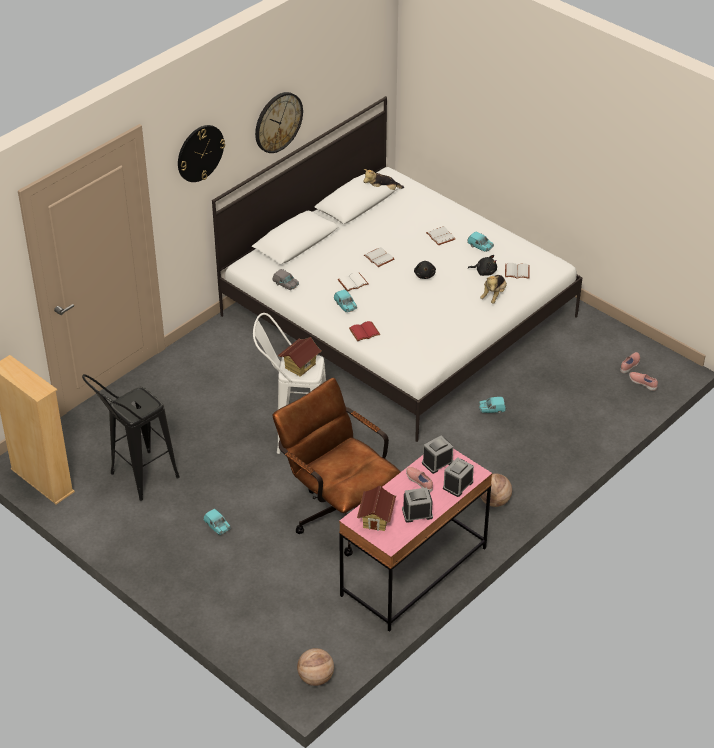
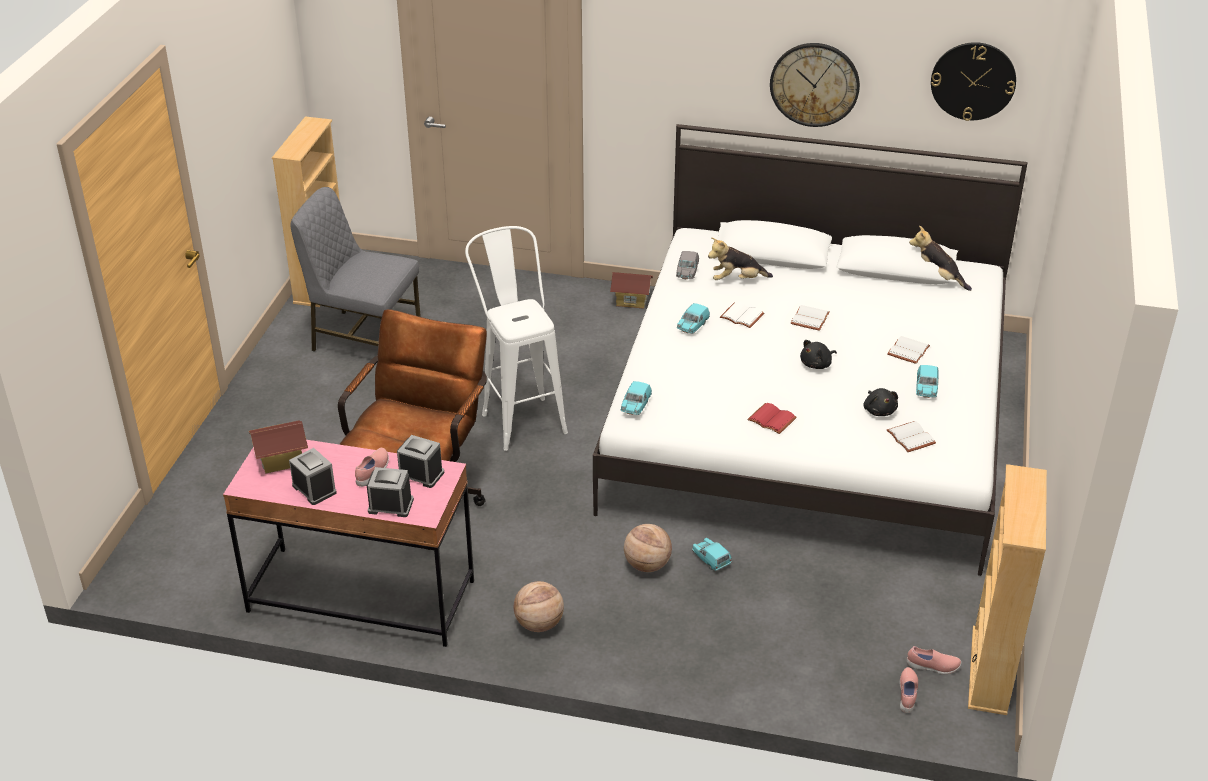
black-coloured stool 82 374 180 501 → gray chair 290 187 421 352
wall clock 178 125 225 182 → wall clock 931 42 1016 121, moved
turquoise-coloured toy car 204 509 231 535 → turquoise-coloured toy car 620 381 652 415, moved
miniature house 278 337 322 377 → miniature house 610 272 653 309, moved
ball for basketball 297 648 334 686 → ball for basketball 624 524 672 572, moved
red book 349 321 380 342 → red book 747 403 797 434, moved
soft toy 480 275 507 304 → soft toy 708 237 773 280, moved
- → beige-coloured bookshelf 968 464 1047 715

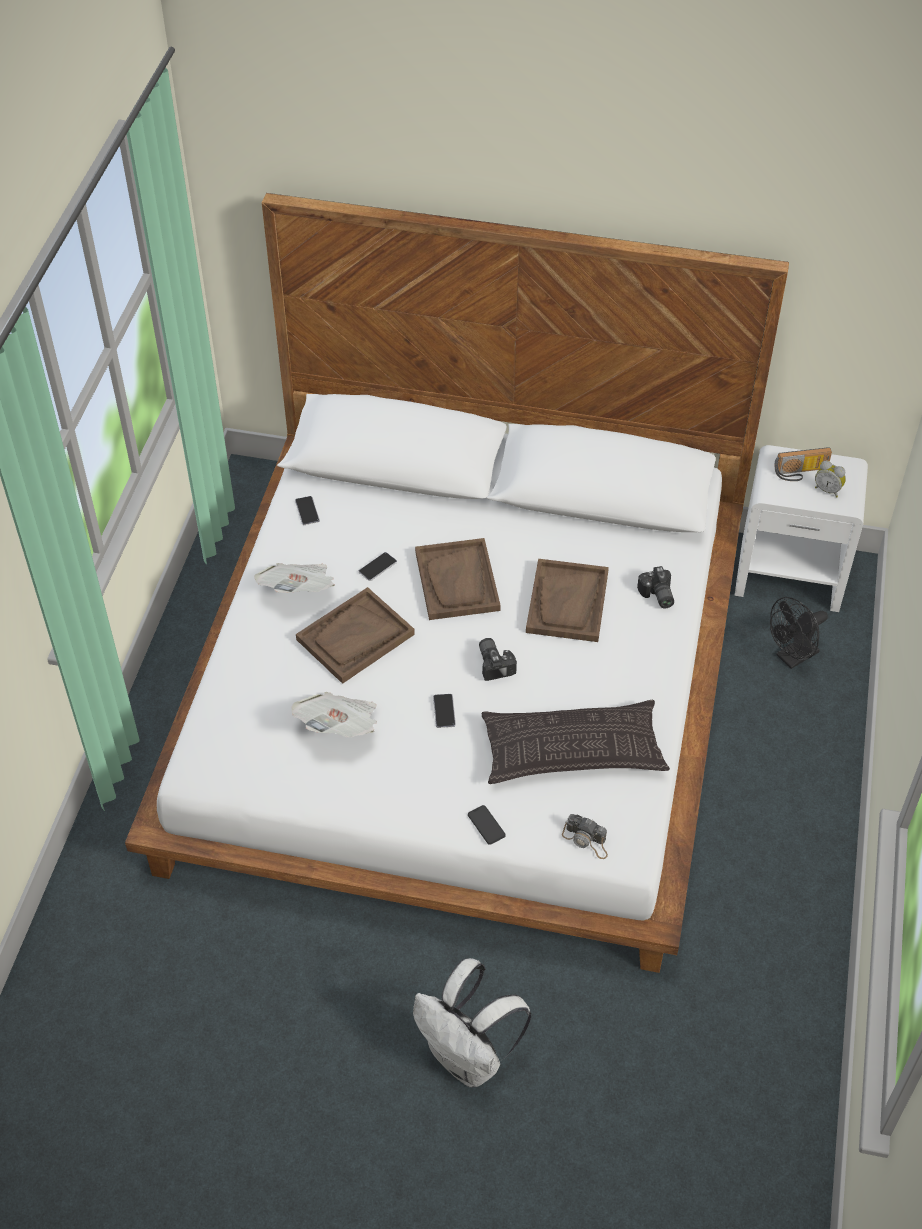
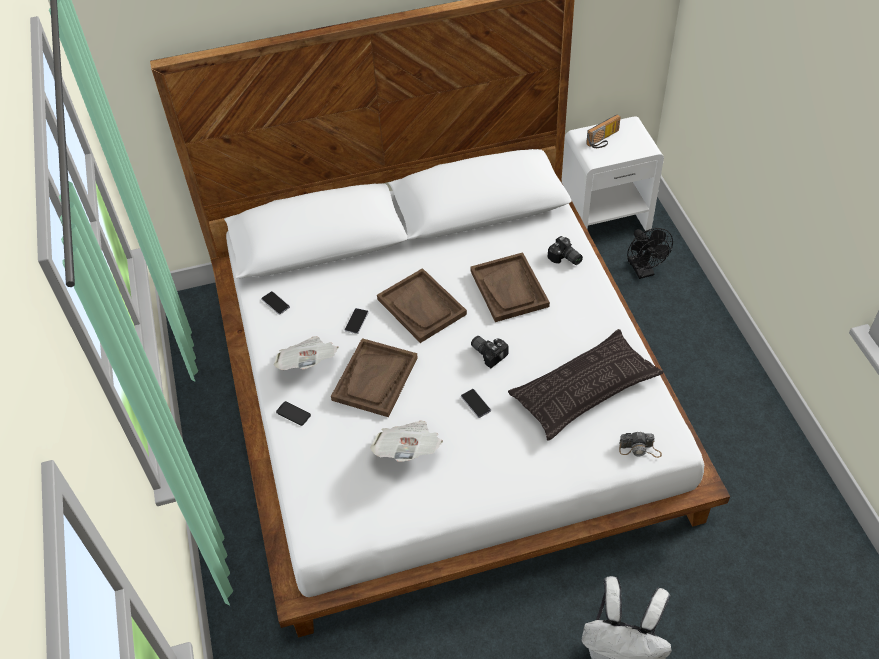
phone 468 805 506 845 → phone 276 401 311 426, moved
black-coloured cooling fan 770 597 828 669 → black-coloured cooling fan 627 228 673 279, 45 degrees counterclockwise
table clock 815 460 846 498 → -

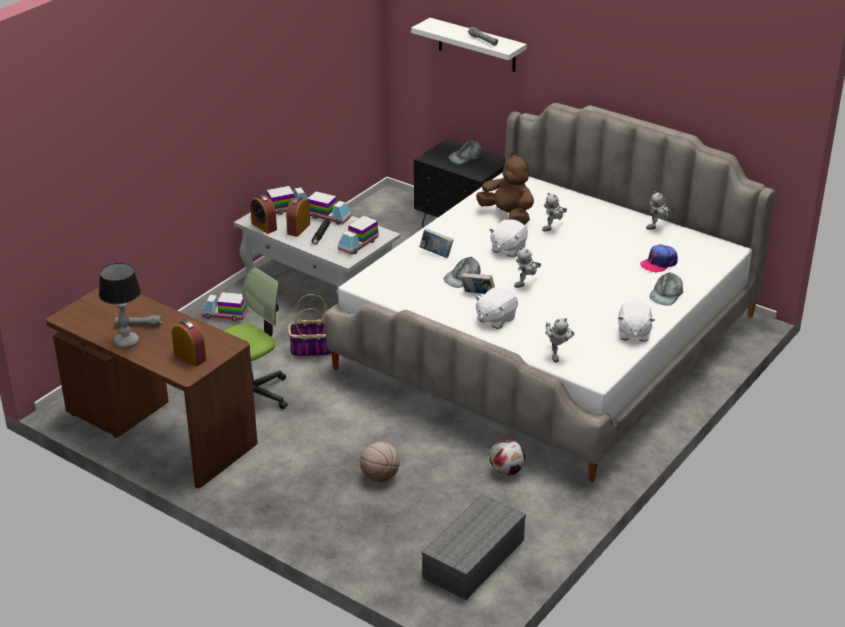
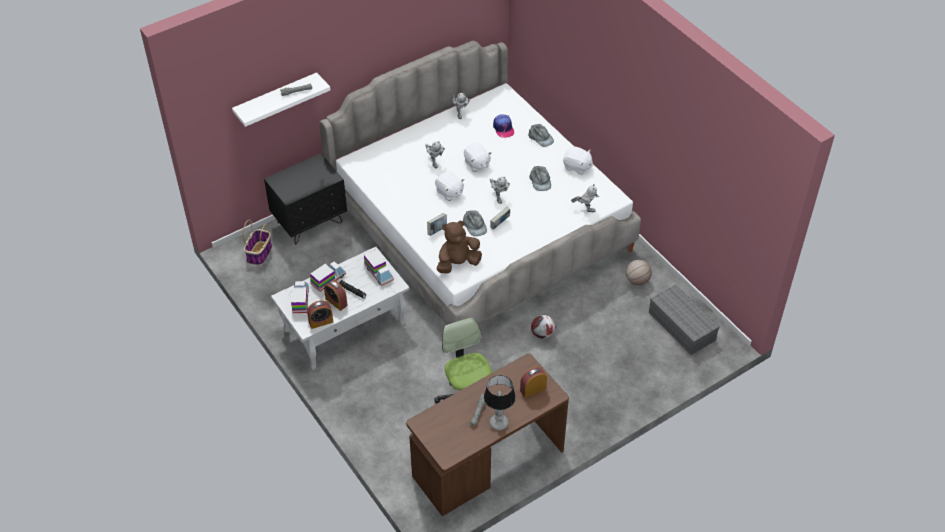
toy truck 202 292 248 321 → -
household basket 288 294 331 357 → household basket 243 219 272 265, moved
ball for basketball 360 442 400 482 → ball for basketball 626 260 652 285, moved
gray peaked cap 448 140 482 164 → gray peaked cap 529 166 551 191, moved
white soft toy 475 288 518 329 → white soft toy 464 143 492 172, moved
brownish soft toy 476 152 534 225 → brownish soft toy 437 220 482 274, moved
ball for football 489 439 525 476 → ball for football 531 315 555 339, moved

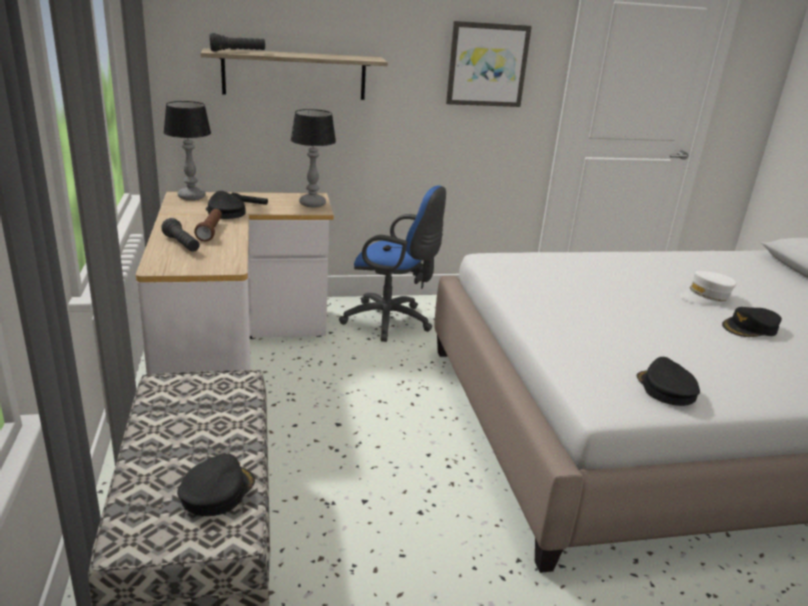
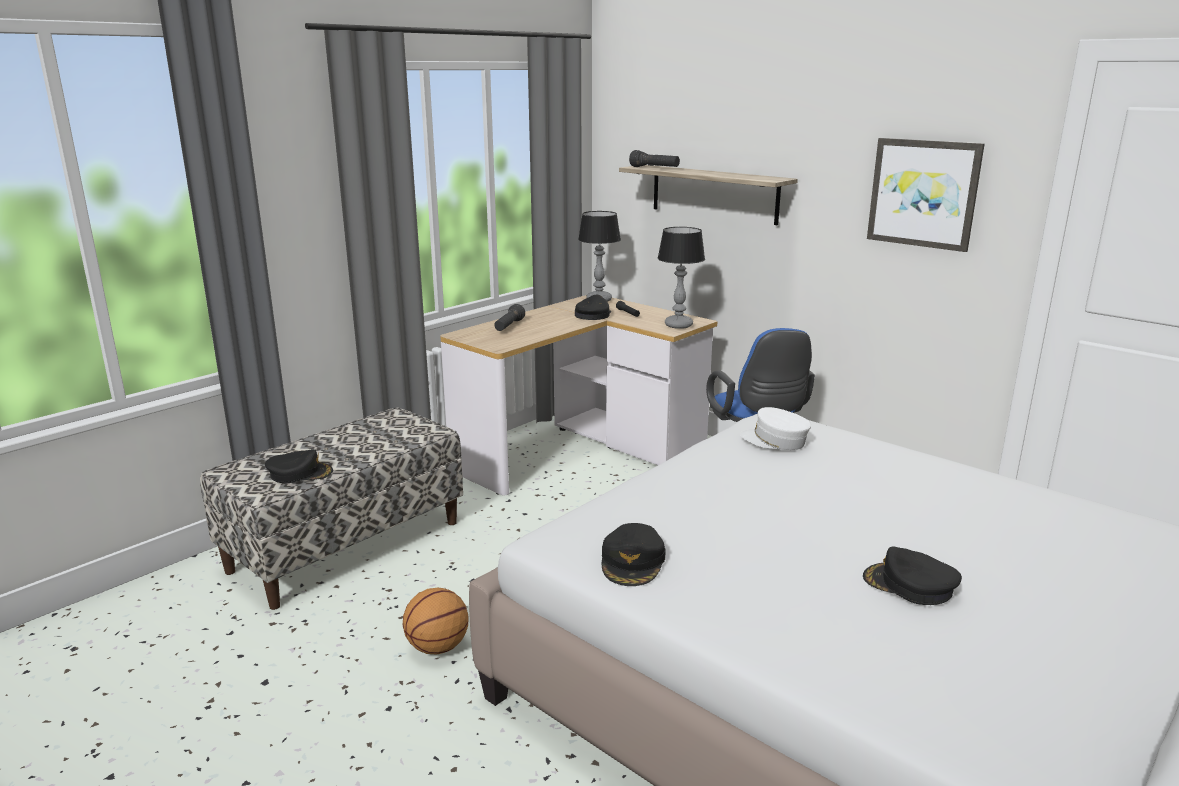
brownish torch 194 209 222 241 → -
black-coloured peaked cap 637 357 700 406 → black-coloured peaked cap 602 523 665 586, 150 degrees clockwise
white peaked cap 680 271 736 305 → white peaked cap 740 407 811 450, moved
- → ball for basketball 403 588 469 655

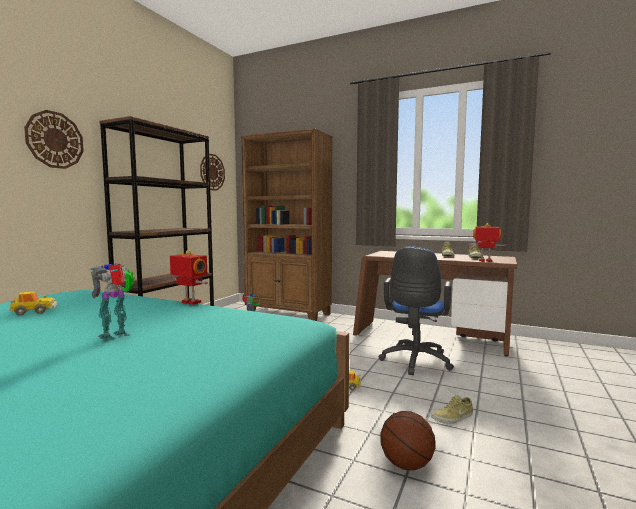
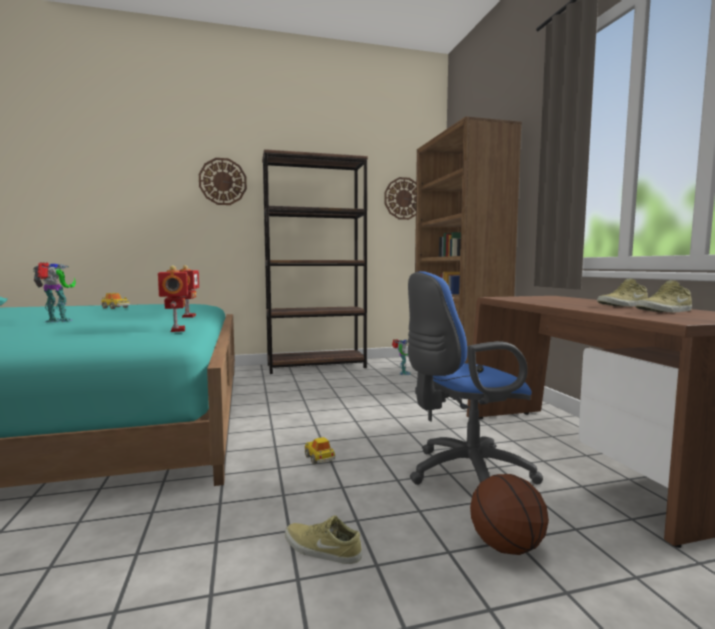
ball for basketball 381 411 435 470 → ball for basketball 470 474 549 555, moved
toy robot 467 223 507 262 → toy robot 158 265 189 332, moved

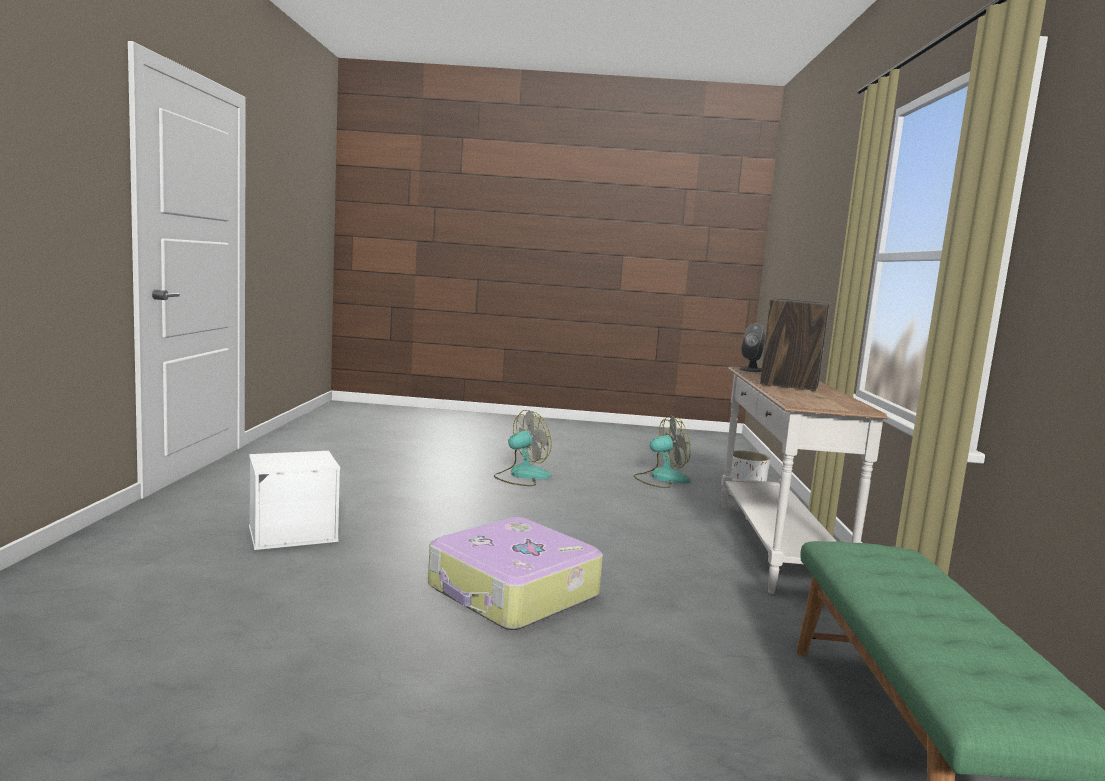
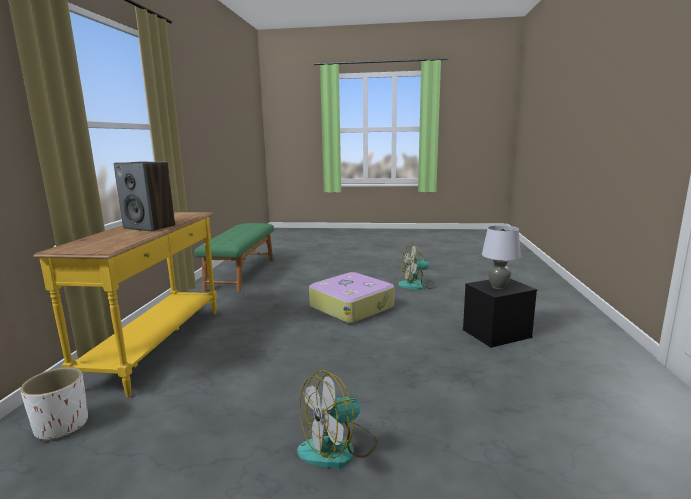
white storage container 249 451 340 550 → black-coloured storage container 463 279 537 348
cooling fan 633 415 691 488 → cooling fan 398 244 438 290, moved
white hall table 721 366 887 594 → yellow hall table 33 212 217 398
gray audio speaker 739 324 765 372 → -
- → gray lamp for a table 482 225 521 290

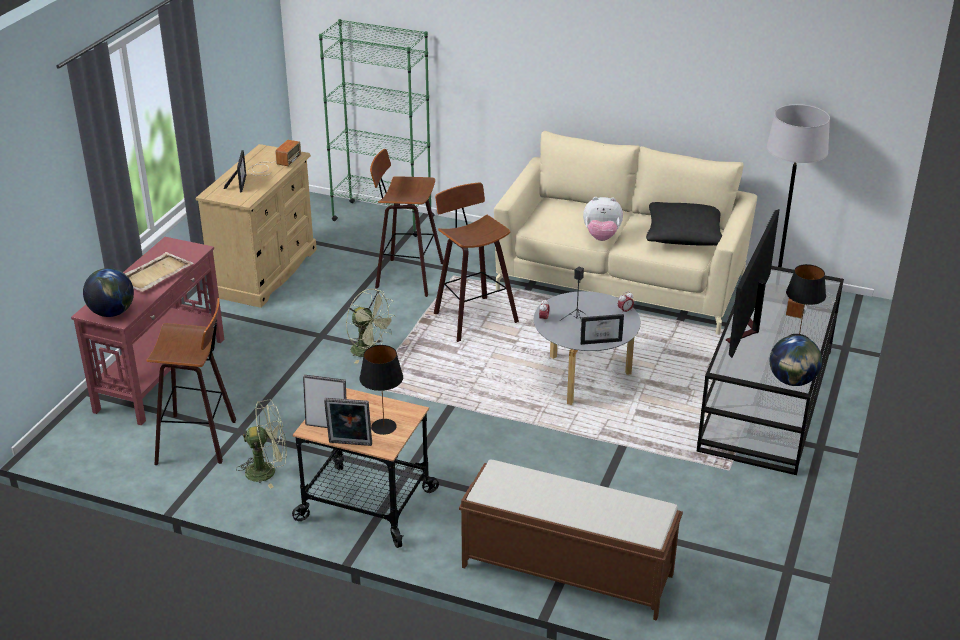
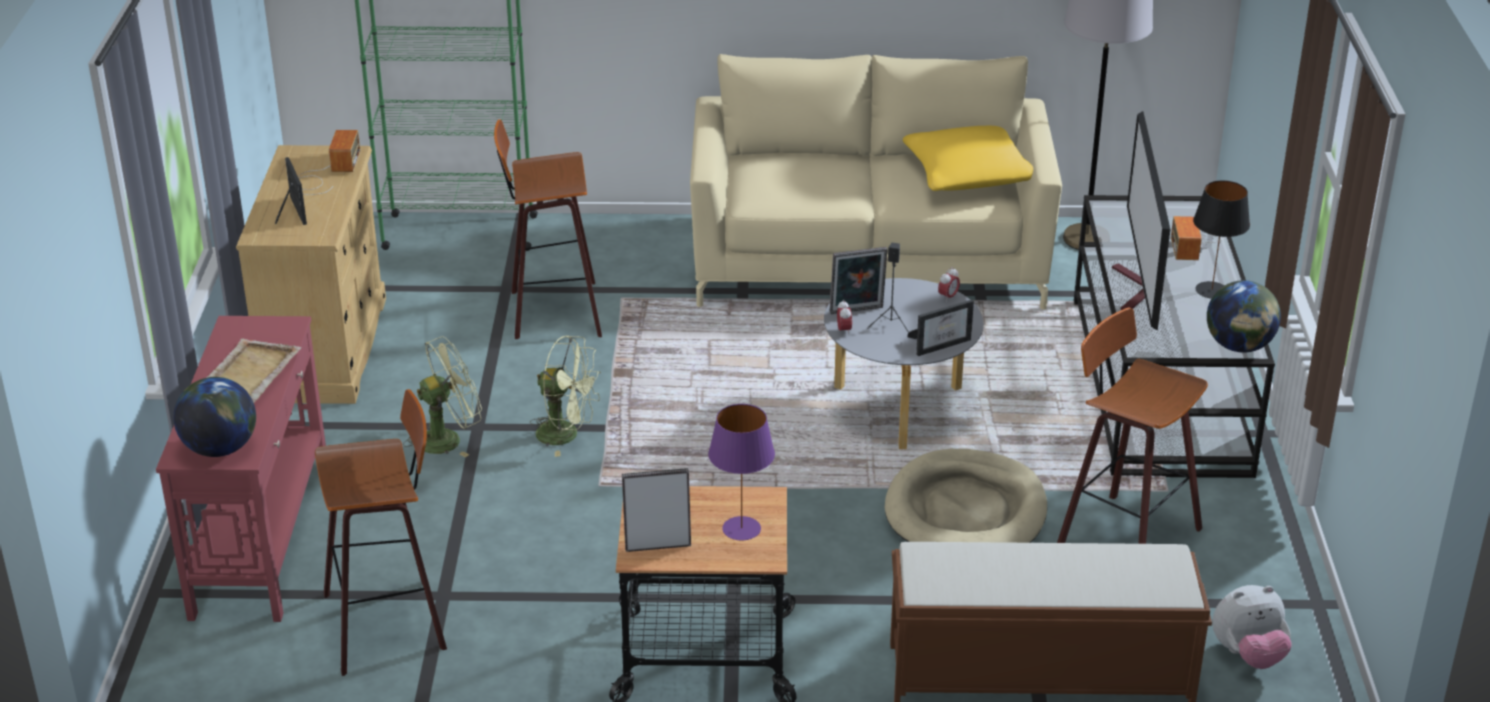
green cooling fan 236 400 287 489 → green cooling fan 403 336 482 458, moved
photo frame 324 398 372 446 → photo frame 830 247 888 314, moved
black-coloured lamp for a table 360 345 403 435 → purple lamp for a table 708 404 775 540
stool 434 183 519 342 → stool 1057 307 1208 544, moved
soft toy 583 197 623 241 → soft toy 1212 585 1292 669, moved
black-coloured throw pillow 646 202 722 246 → yellow throw pillow 903 126 1033 191
- → beige-coloured pet bed 885 449 1047 543

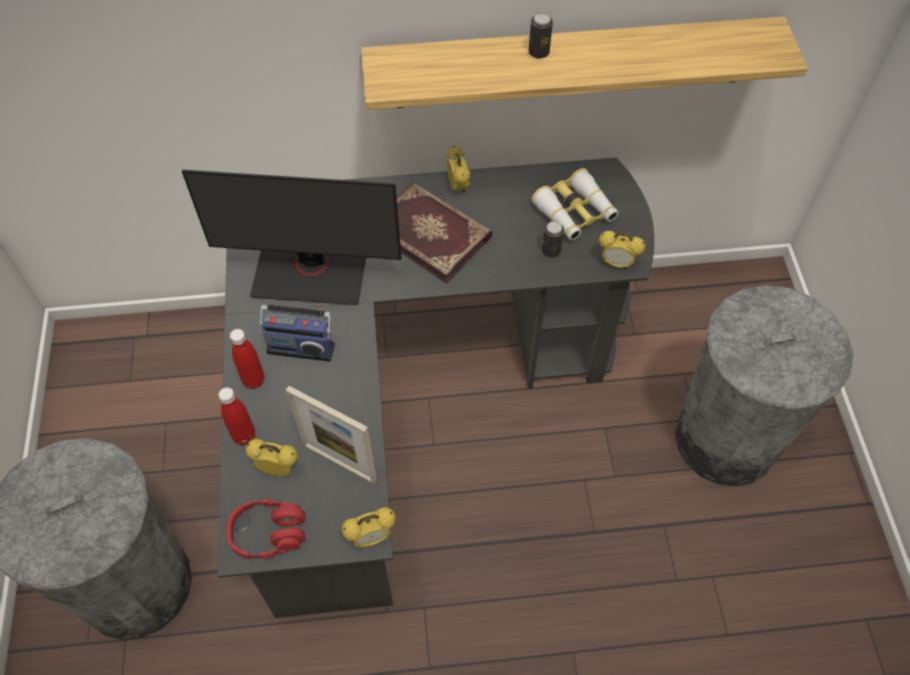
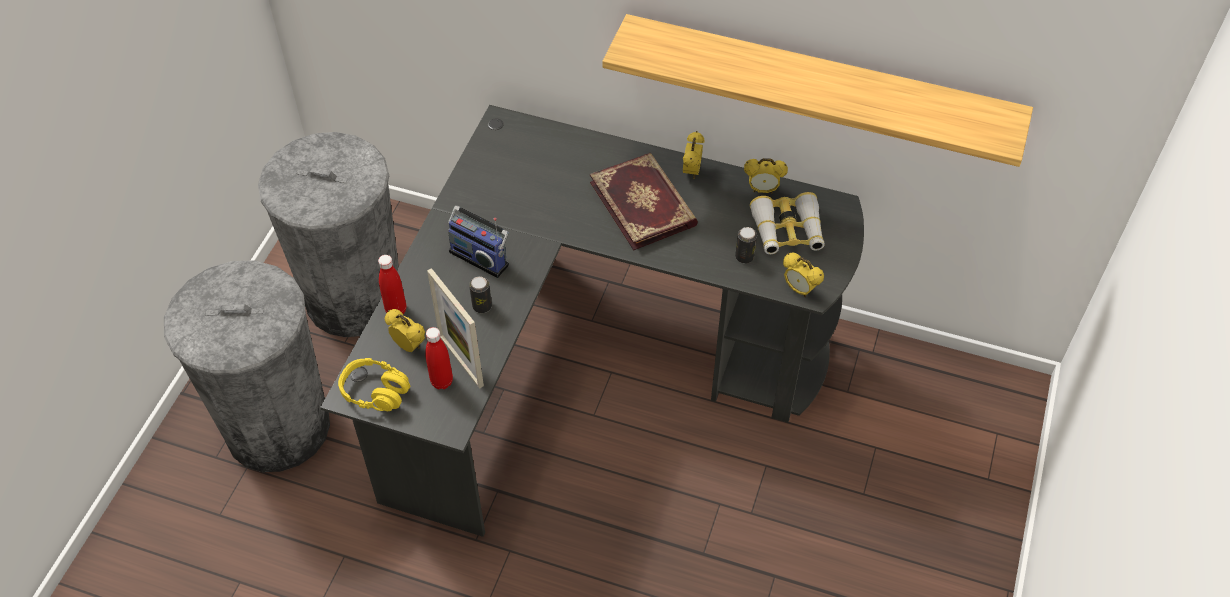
computer screen 182 170 401 305 → -
red pair of headphones 226 499 306 559 → yellow pair of headphones 338 358 411 411
red bottle 230 329 264 389 → red bottle 425 327 453 389, moved
table clock 341 507 396 548 → table clock 744 158 788 194, moved
can 528 13 553 59 → can 469 276 492 313, moved
gray rubbish bin 675 285 853 487 → gray rubbish bin 258 132 399 337, moved

